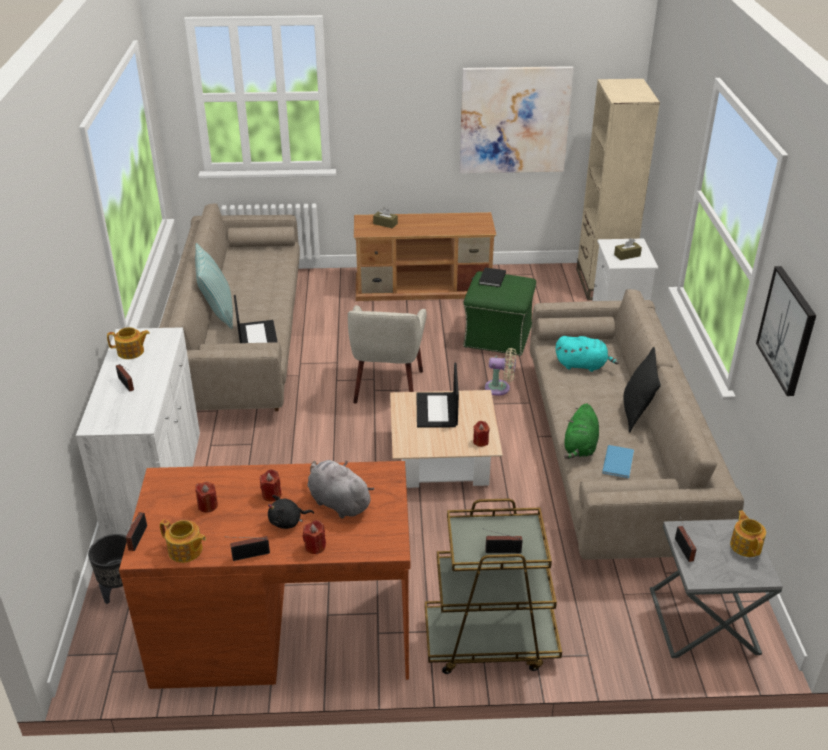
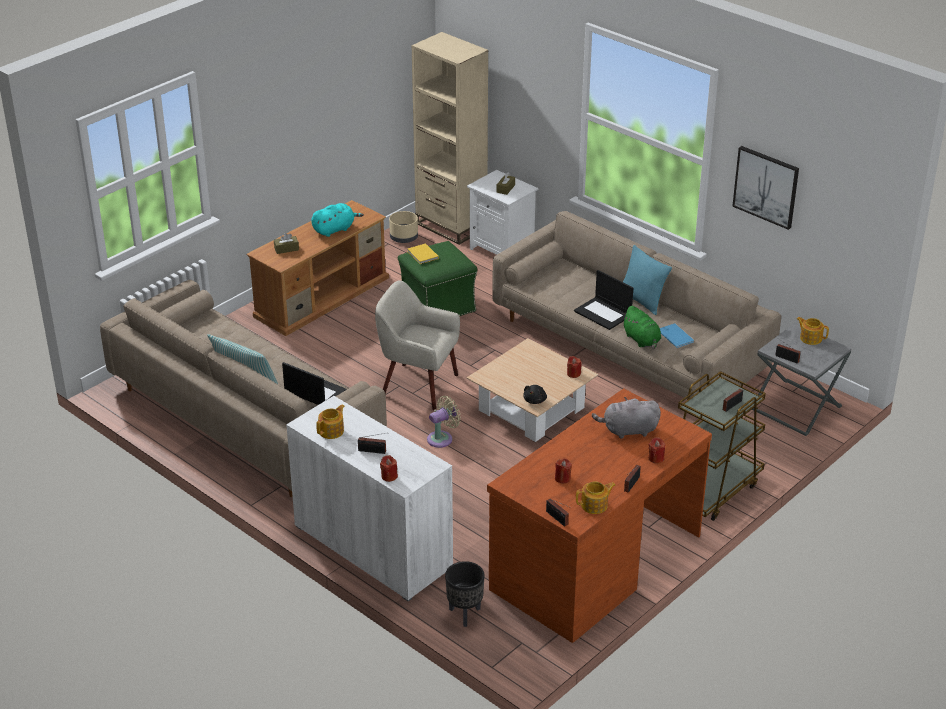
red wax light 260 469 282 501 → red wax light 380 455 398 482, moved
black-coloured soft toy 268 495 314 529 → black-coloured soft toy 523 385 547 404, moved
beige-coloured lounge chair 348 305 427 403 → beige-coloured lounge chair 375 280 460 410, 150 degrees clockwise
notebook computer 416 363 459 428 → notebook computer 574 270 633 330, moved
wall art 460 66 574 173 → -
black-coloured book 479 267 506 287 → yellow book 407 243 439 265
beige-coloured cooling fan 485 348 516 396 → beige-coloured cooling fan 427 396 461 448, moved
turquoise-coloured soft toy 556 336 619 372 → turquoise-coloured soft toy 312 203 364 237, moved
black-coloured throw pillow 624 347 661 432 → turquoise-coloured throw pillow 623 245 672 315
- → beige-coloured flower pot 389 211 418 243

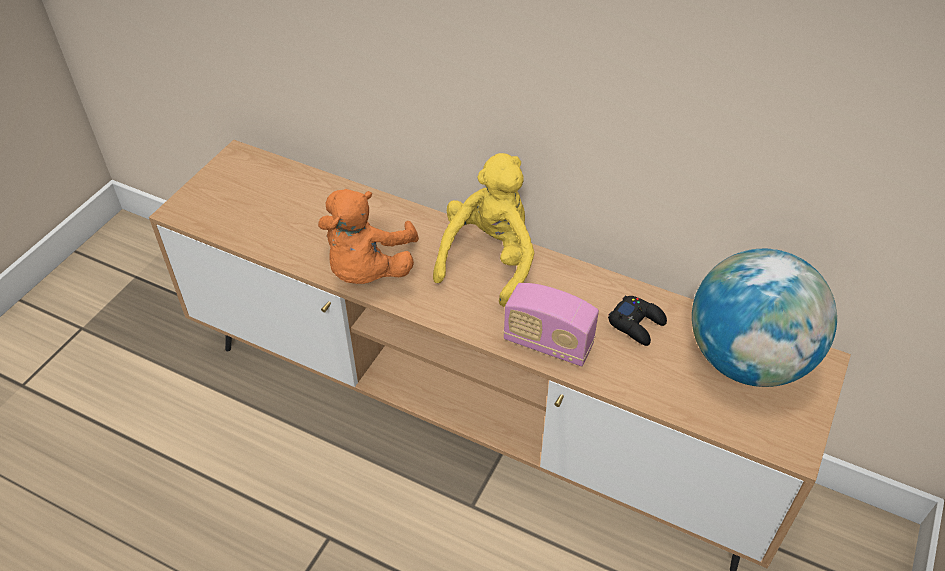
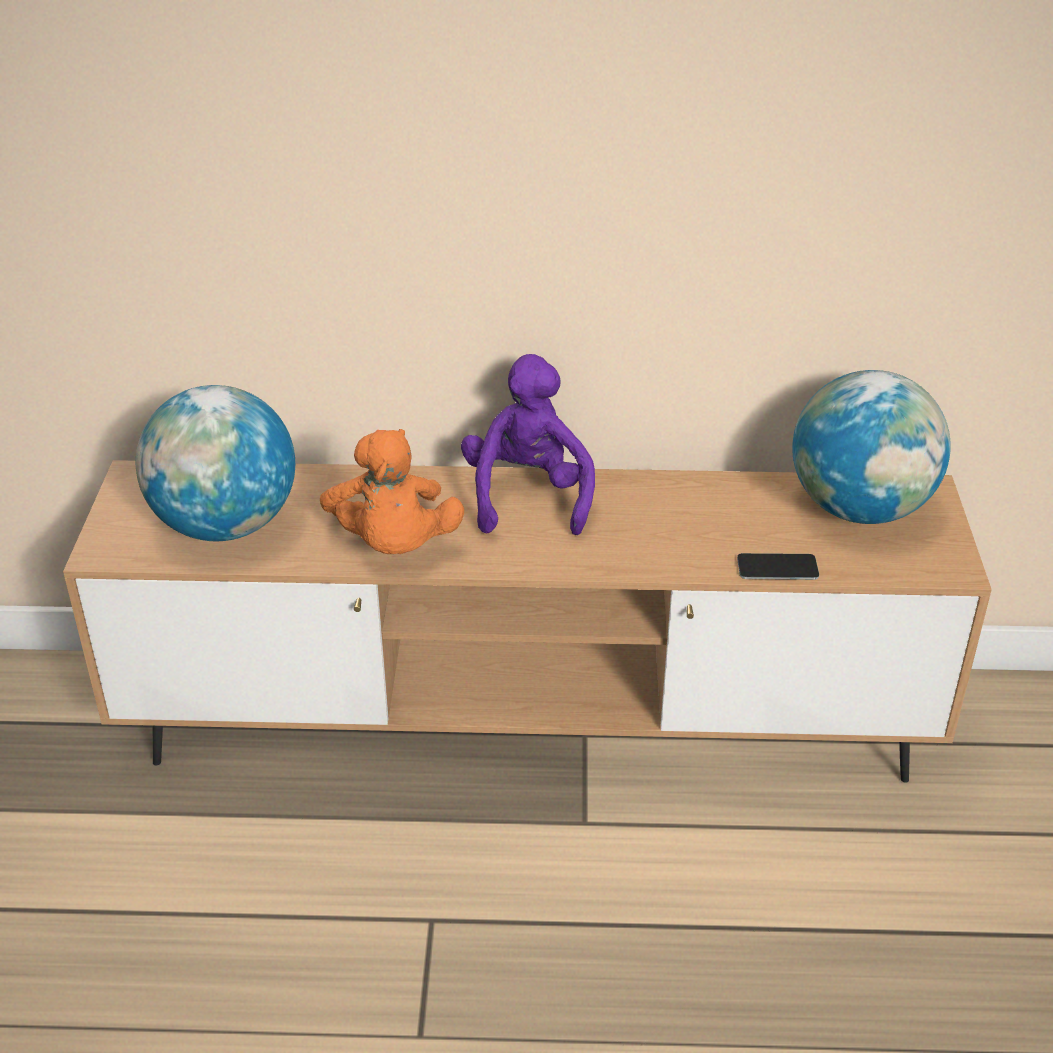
yellow soft toy 433 153 535 307 → purple soft toy 461 354 595 535
radio receiver 503 283 599 366 → -
black-coloured joypad 608 295 667 346 → -
- → world globe 136 385 295 541
- → phone 737 553 819 580

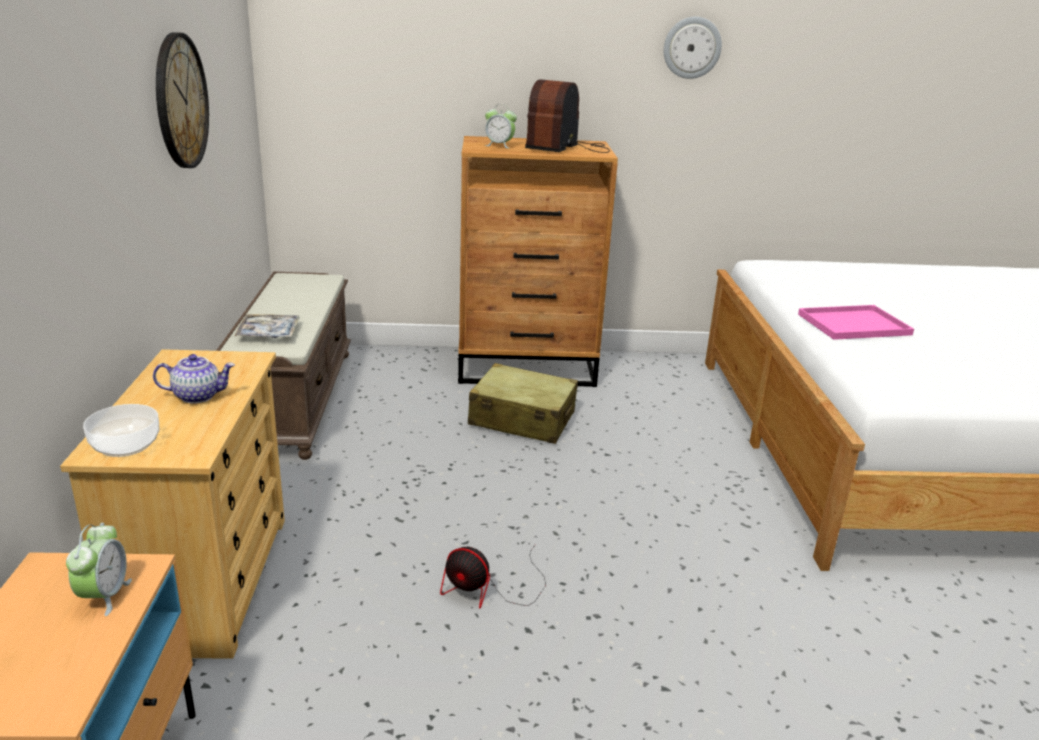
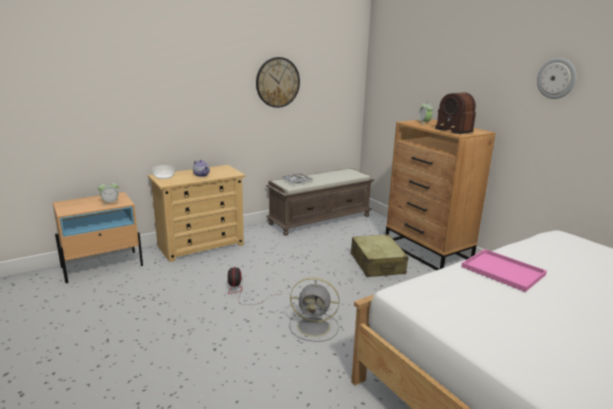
radio receiver 525 79 610 153 → radio receiver 435 92 476 134, 120 degrees counterclockwise
- → gray cooling fan 290 277 339 342

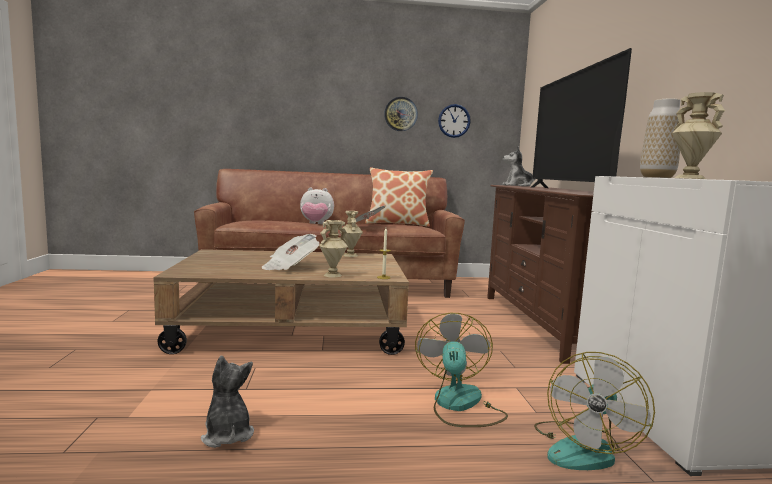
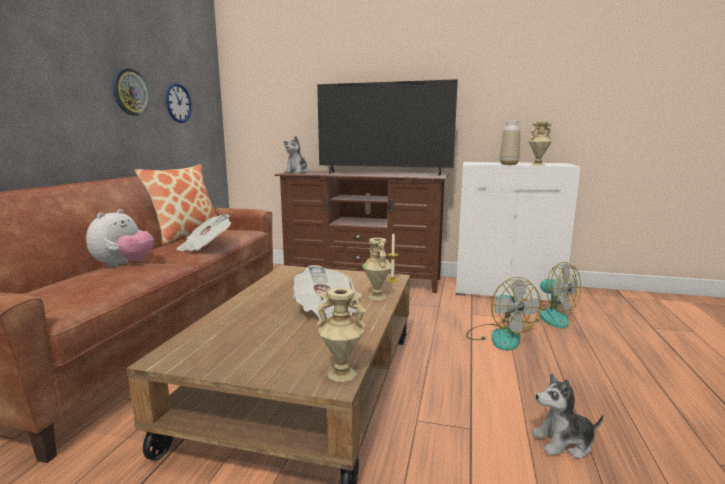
beige-coloured decorative vase 340 211 363 257 → beige-coloured decorative vase 316 287 366 382, moved
cooling fan 415 313 508 427 → cooling fan 466 277 541 351, 135 degrees counterclockwise

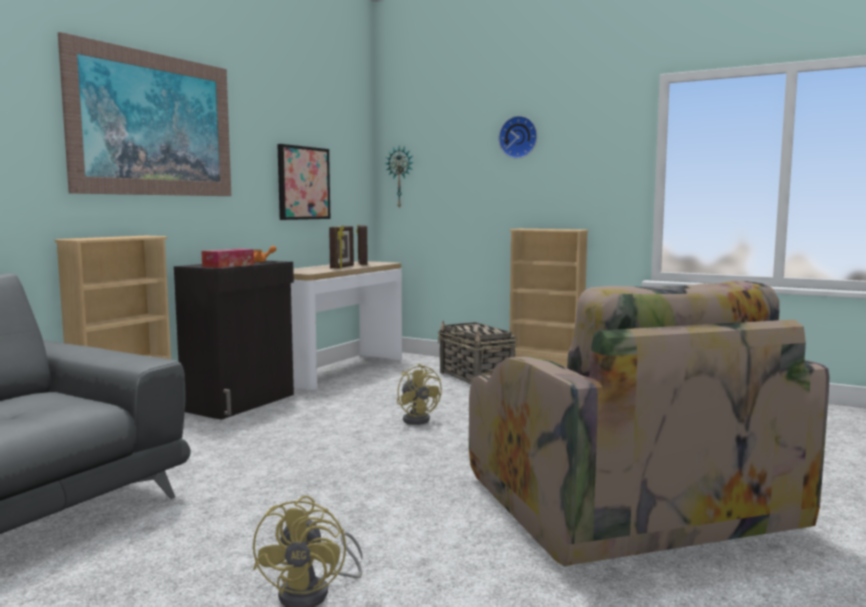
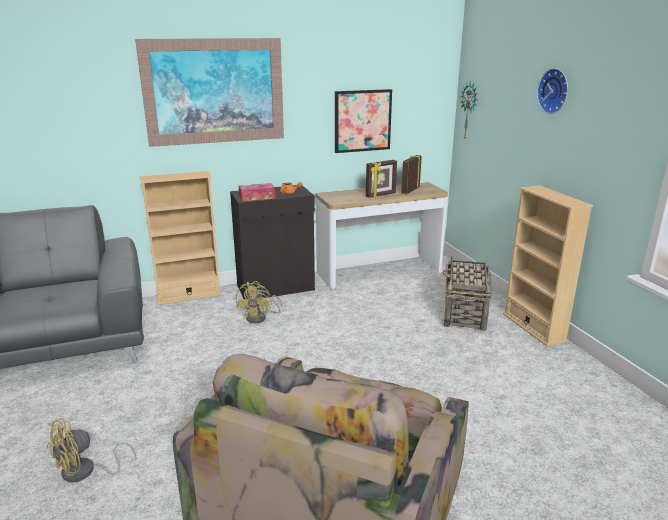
yellow cooling fan 397 364 442 425 → yellow cooling fan 236 281 282 323, moved

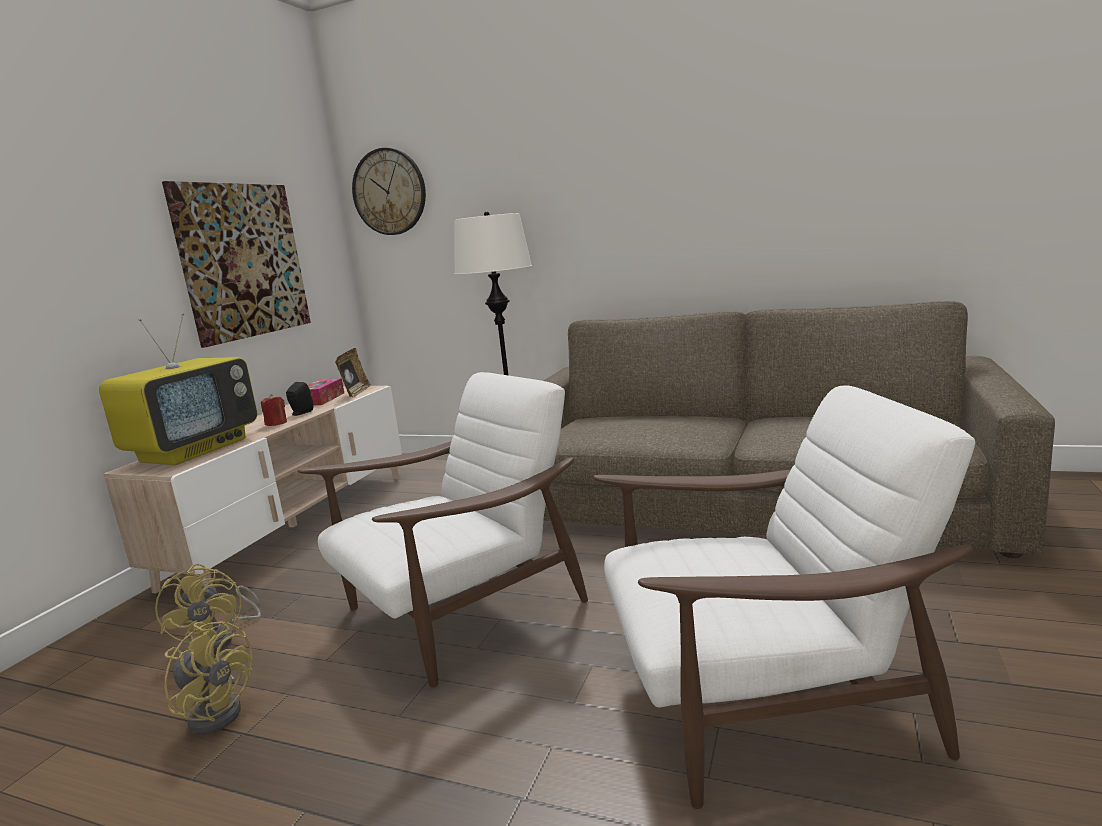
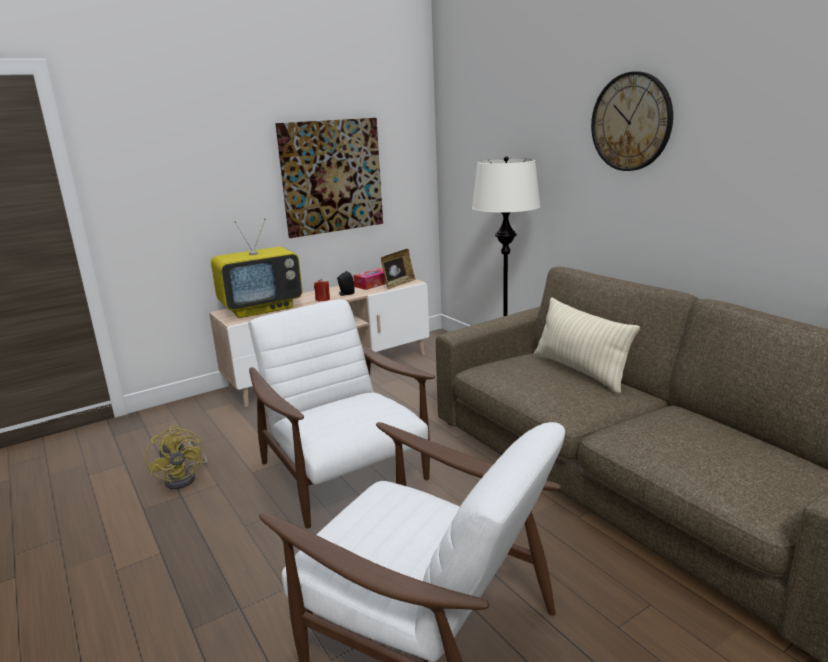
yellow cooling fan 155 563 261 653 → -
white lounge chair 298 372 588 687 → white lounge chair 249 299 435 529, 120 degrees counterclockwise
wall clock 352 148 426 235 → wall clock 591 72 673 171, moved
- → beige-coloured throw pillow 534 297 640 393

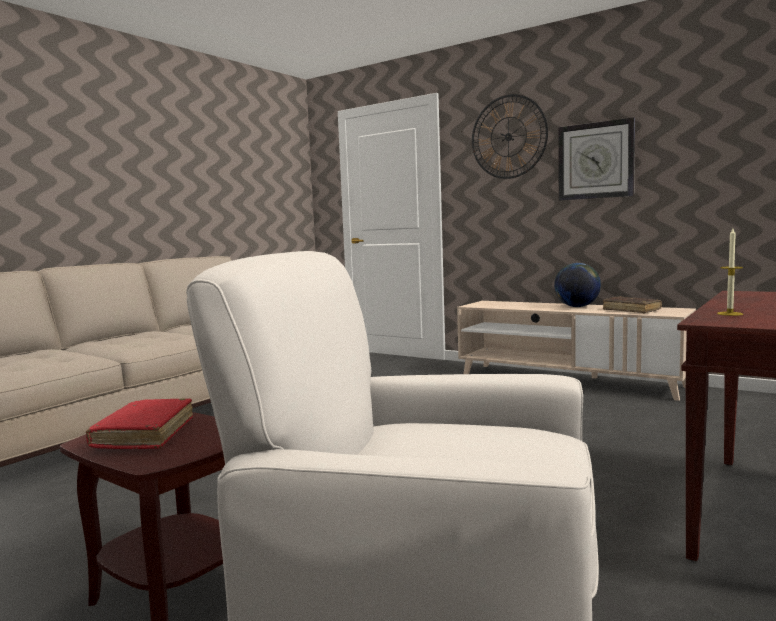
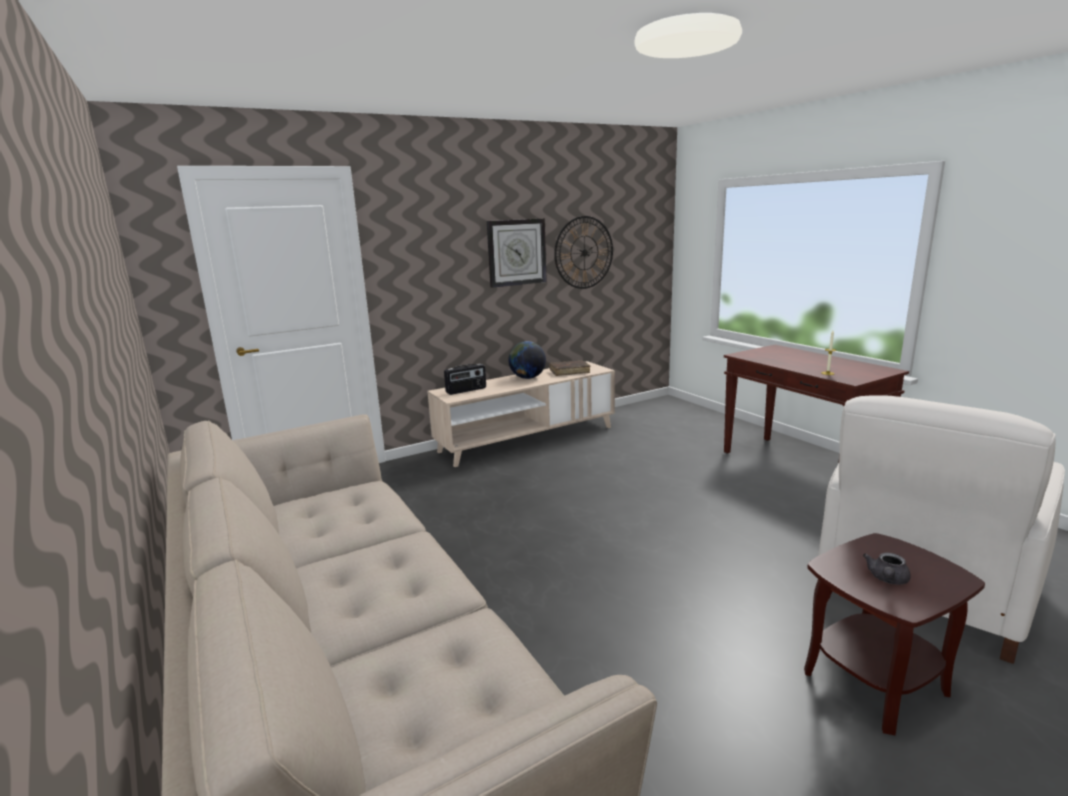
red book 86 398 193 449 → gray tea pot 863 553 911 585
wall clock 472 94 548 179 → wall clock 554 216 613 289, moved
- → radio receiver 444 364 486 395

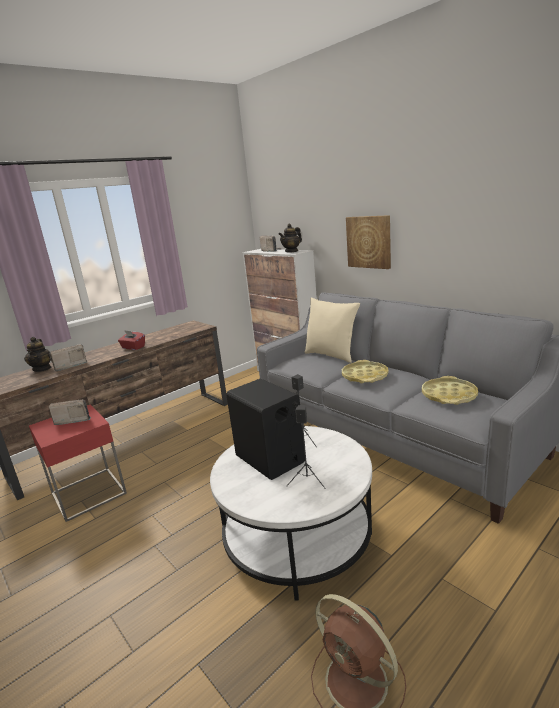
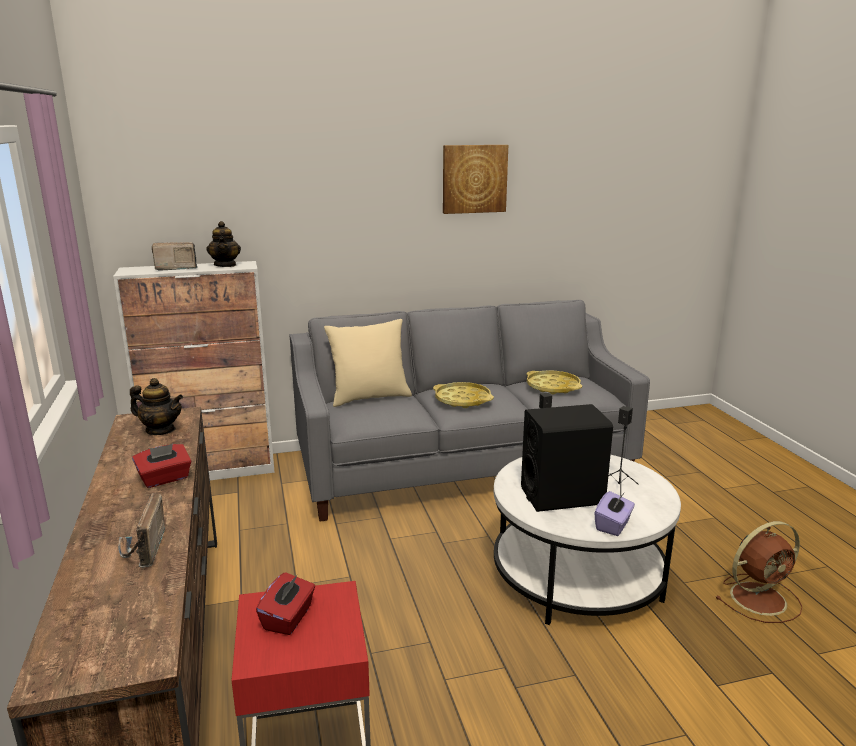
tea pot 24 337 51 372 → tea pot 130 378 183 435, moved
radio receiver 49 399 91 425 → red tissue holder 256 572 315 635
wall art 346 215 391 269 → wall art 443 145 508 214, moved
- → purple tissue holder 594 491 635 536

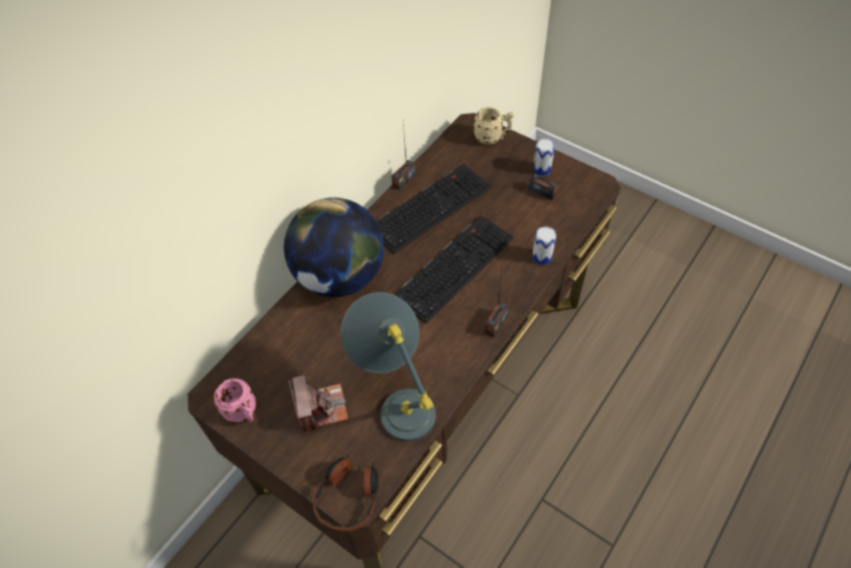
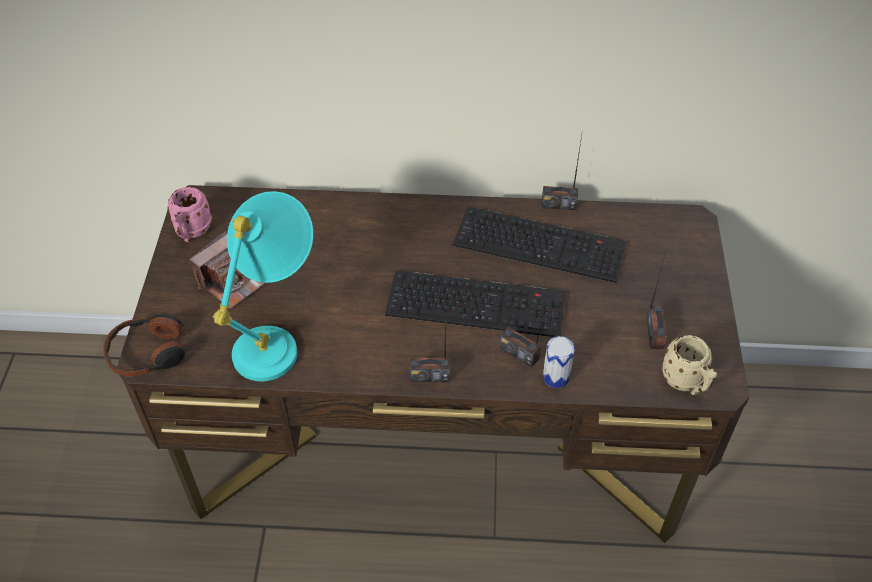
world globe 284 198 384 297 → -
gray lamp for a table 341 292 436 442 → turquoise-coloured lamp for a table 212 191 313 381
beige-coloured tea mug 474 107 514 145 → beige-coloured tea mug 661 335 717 395, moved
can 533 139 555 176 → -
- → radio receiver 500 292 544 367

